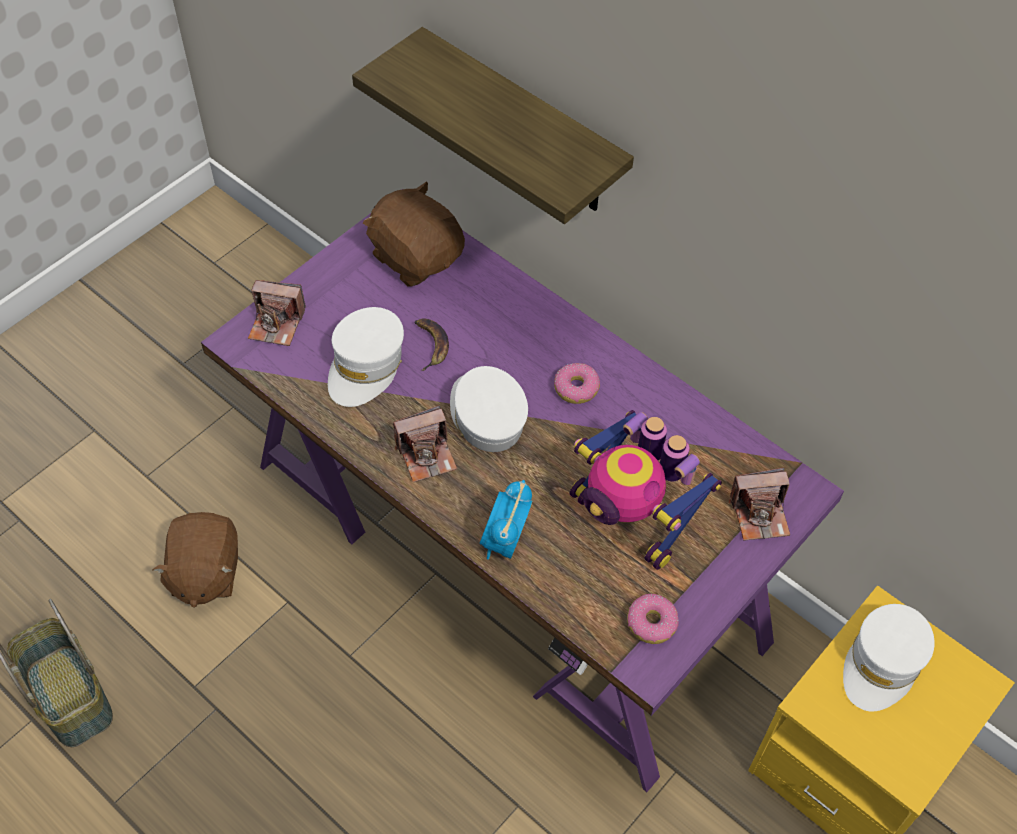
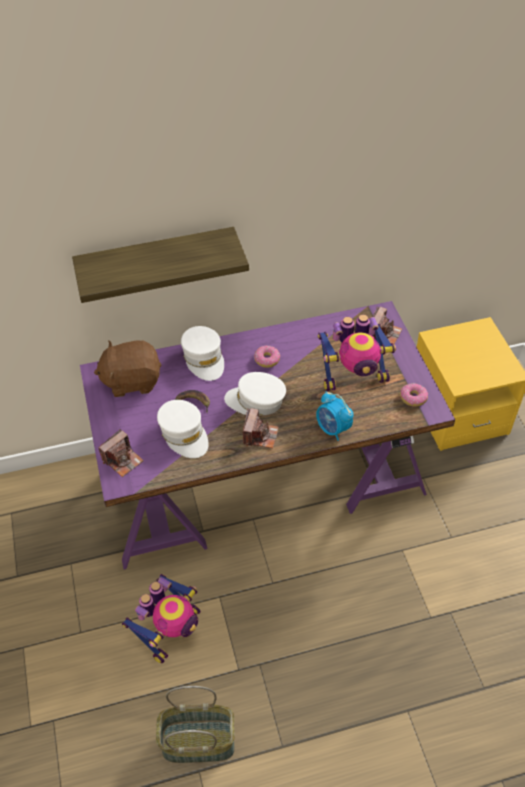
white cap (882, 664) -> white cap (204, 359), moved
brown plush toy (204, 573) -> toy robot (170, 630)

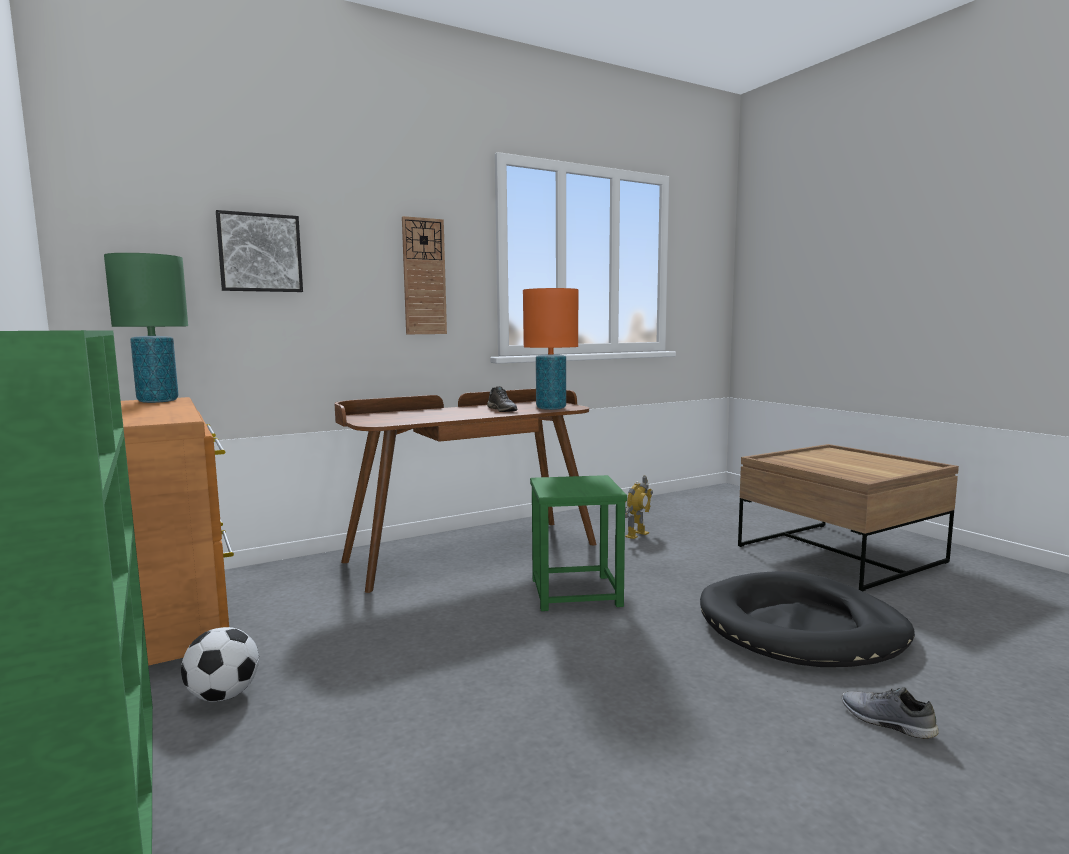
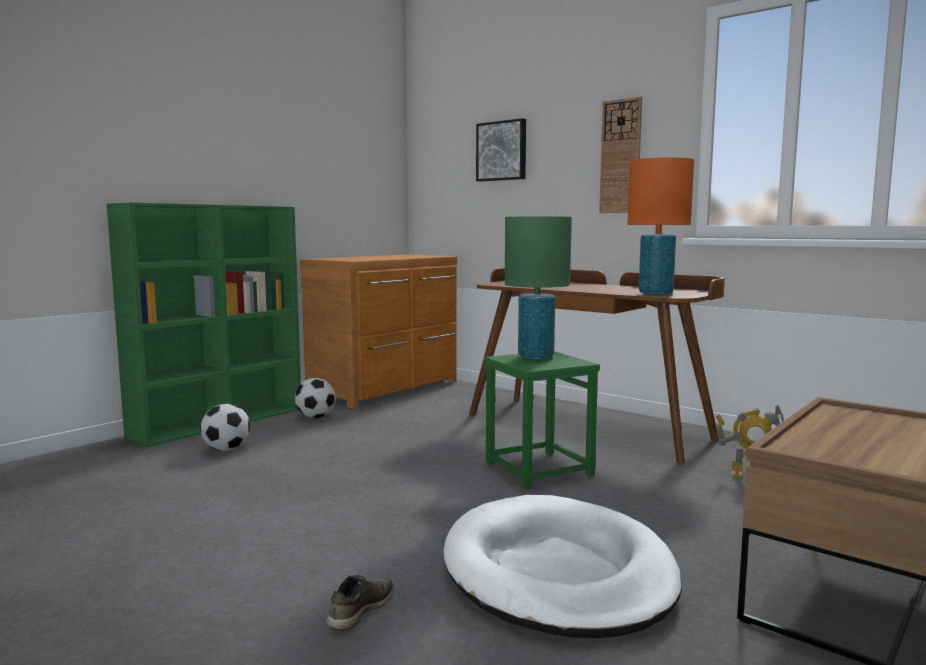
grey shoe (503, 410) -> none
none -> football (226, 449)
green table lamp (158, 401) -> green table lamp (535, 357), moved
black dog bed (801, 627) -> white dog bed (558, 572)

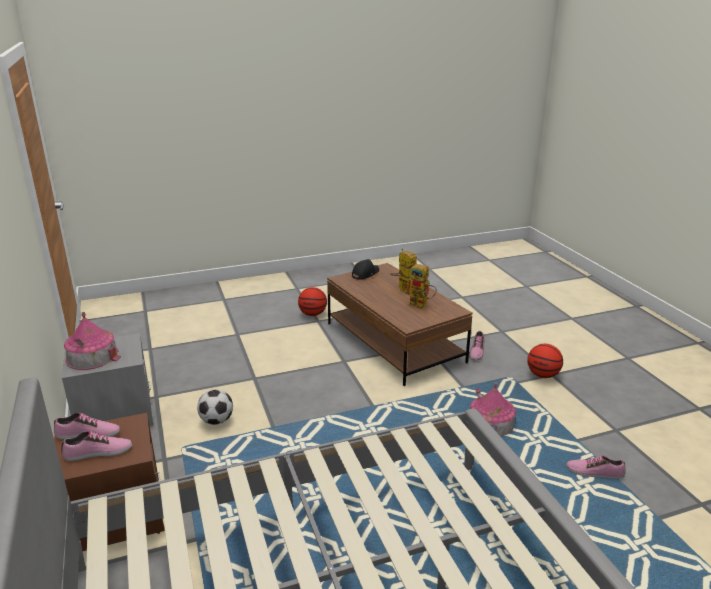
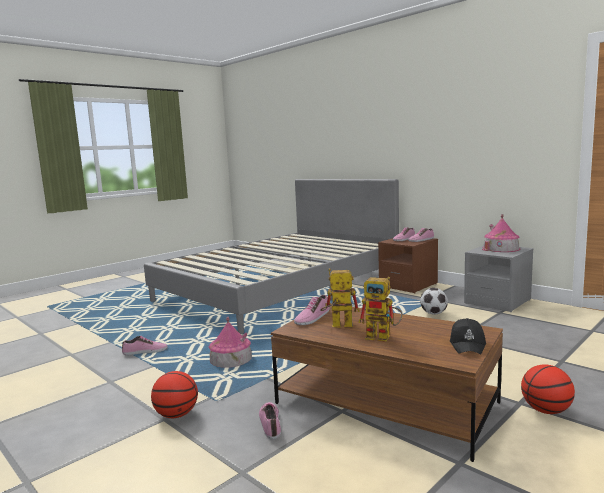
none -> shoe (312, 317)

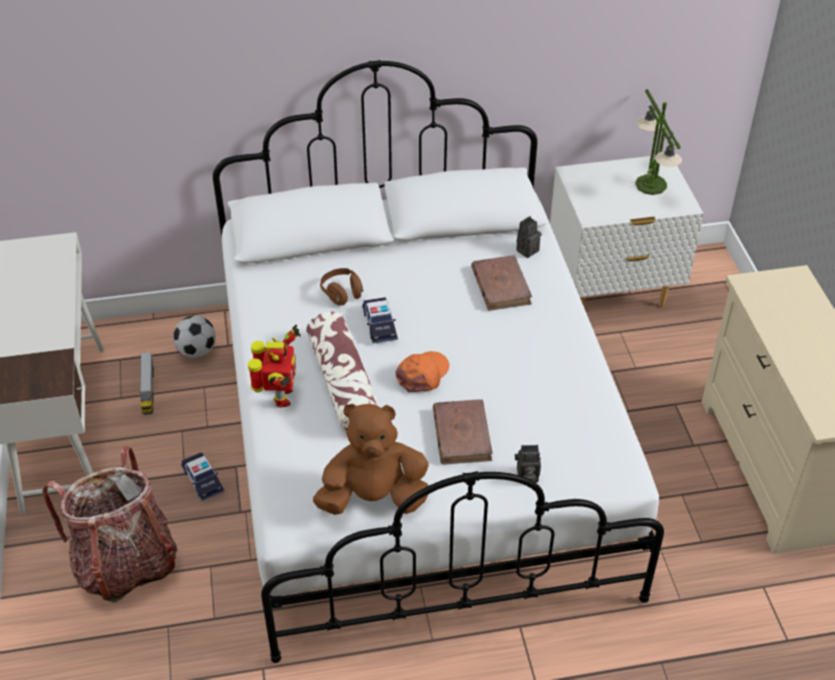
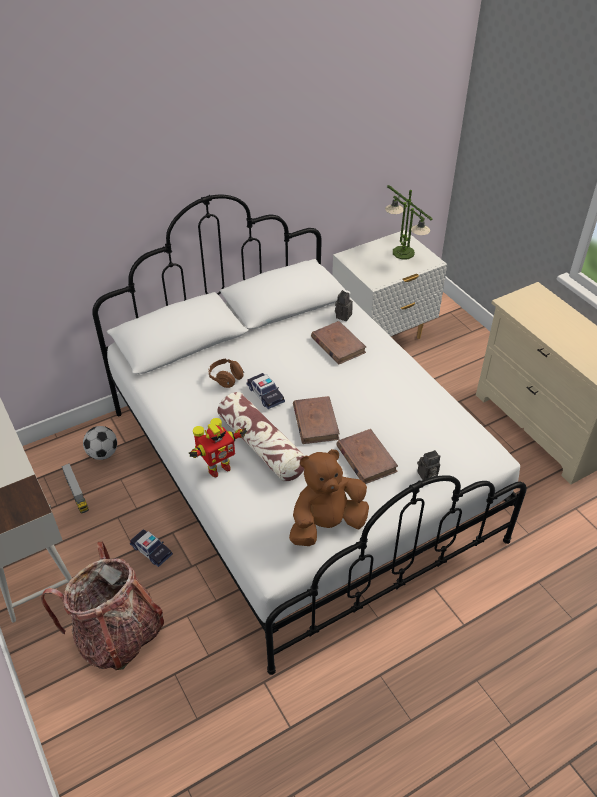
orange cap (423, 374) -> brown book (315, 422)
toy robot (280, 397) -> toy robot (218, 468), 75 degrees clockwise

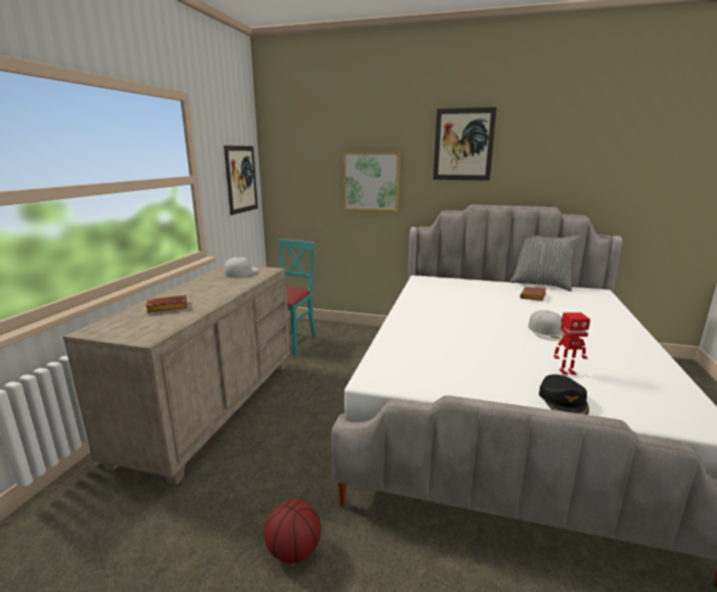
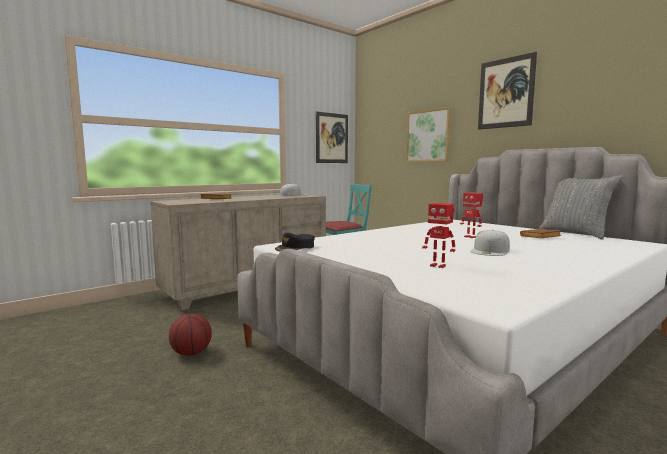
none -> toy robot (470, 237)
black cap (563, 401) -> black cap (295, 247), moved

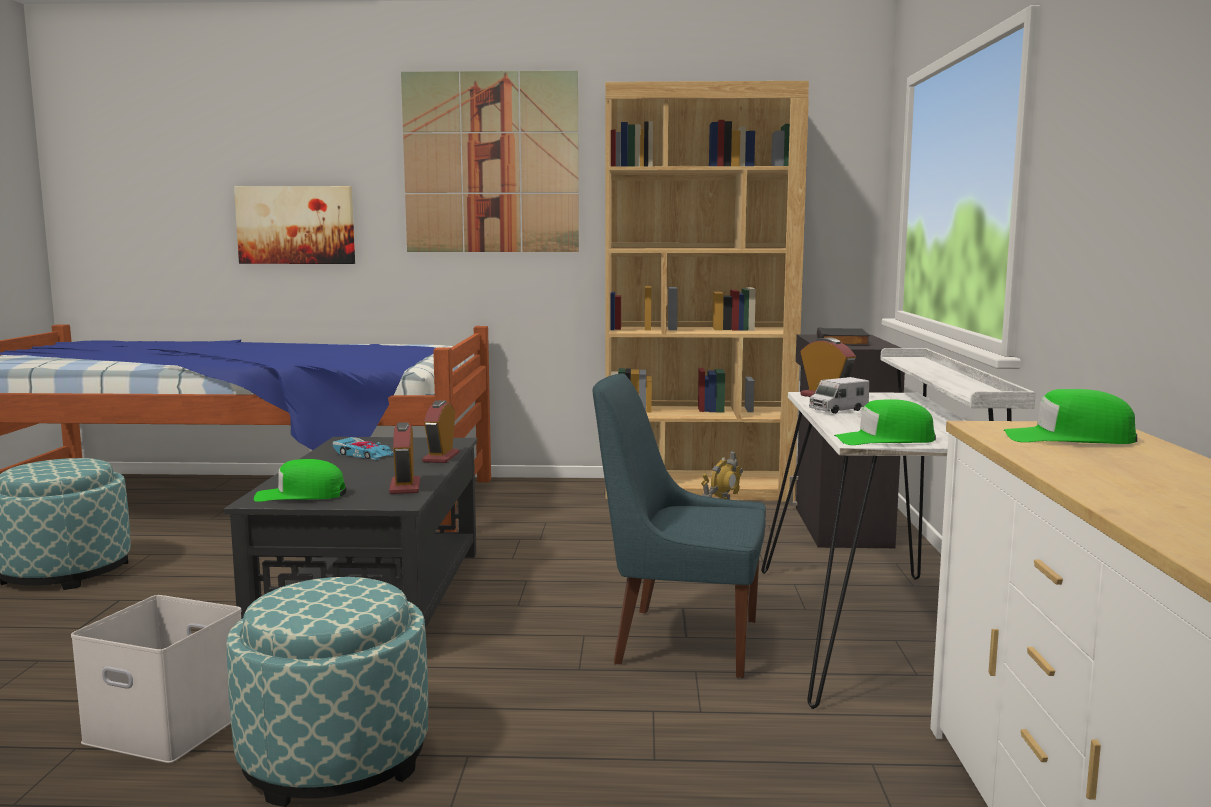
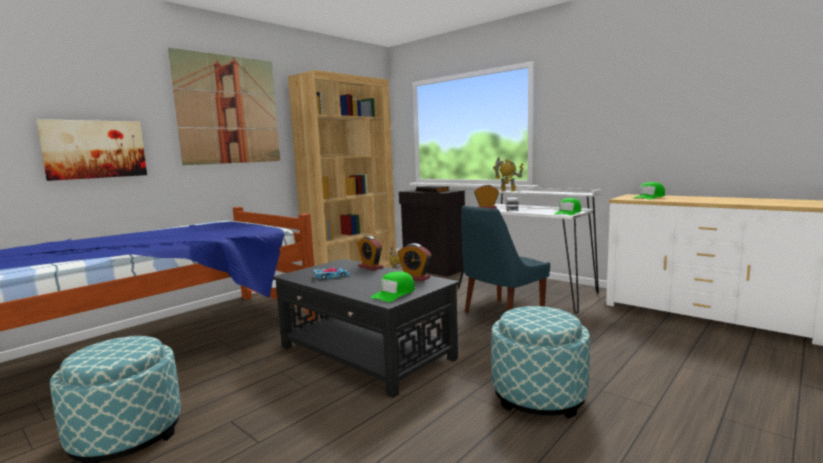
white storage box (171, 725) -> none
none -> toy robot (508, 190)

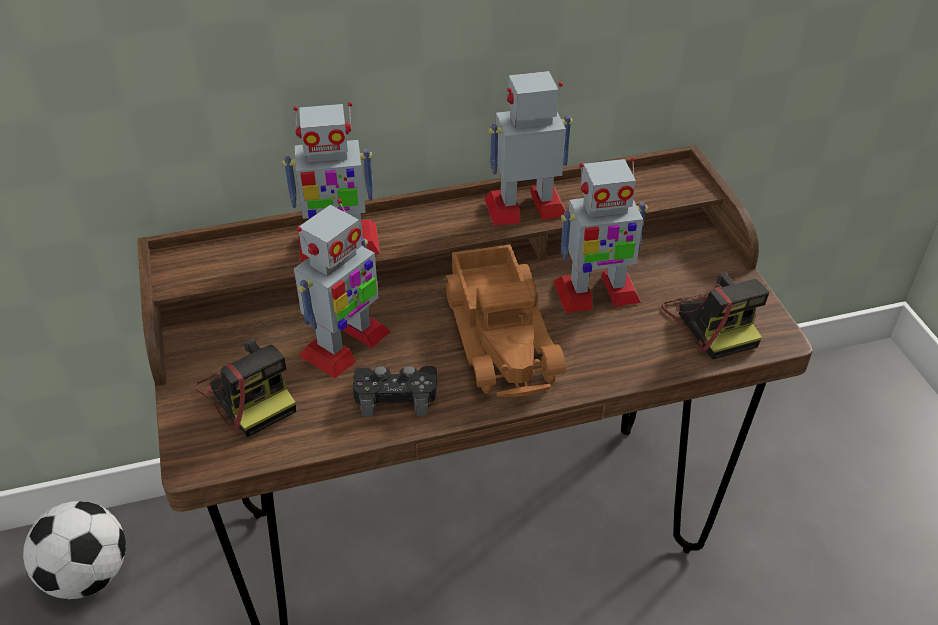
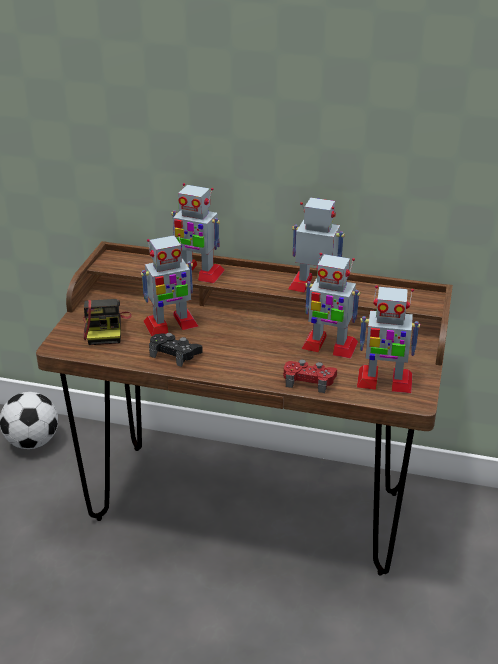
toy truck (503, 334) -> none
none -> red game controller (309, 380)
photo camera (711, 322) -> toy robot (384, 381)

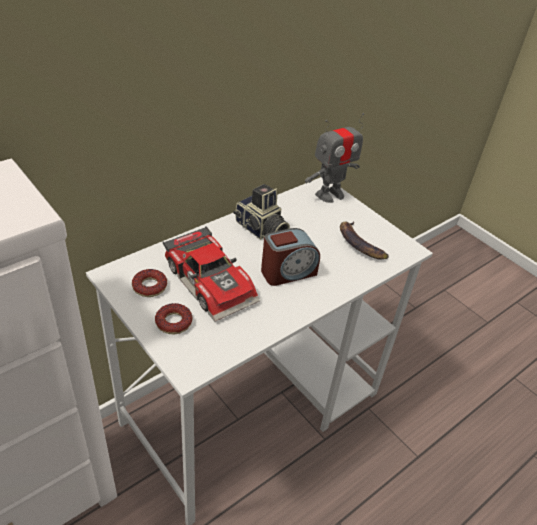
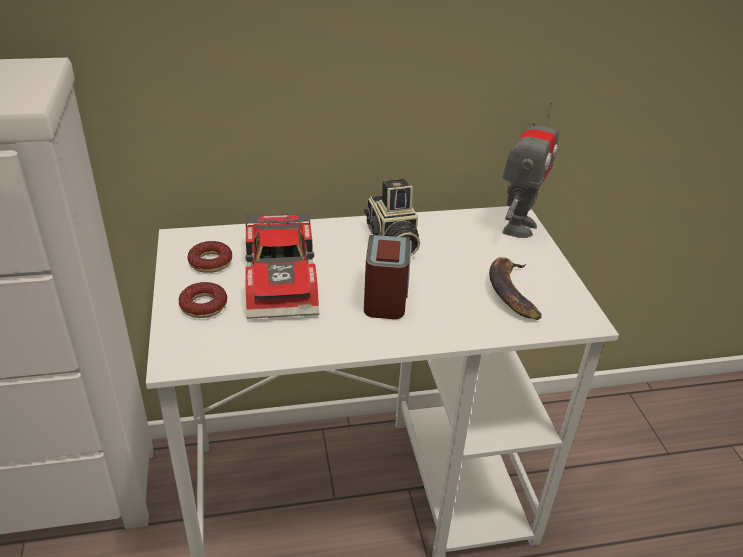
alarm clock (288, 272) -> alarm clock (386, 295), 90 degrees counterclockwise
toy robot (330, 194) -> toy robot (518, 227), 60 degrees counterclockwise

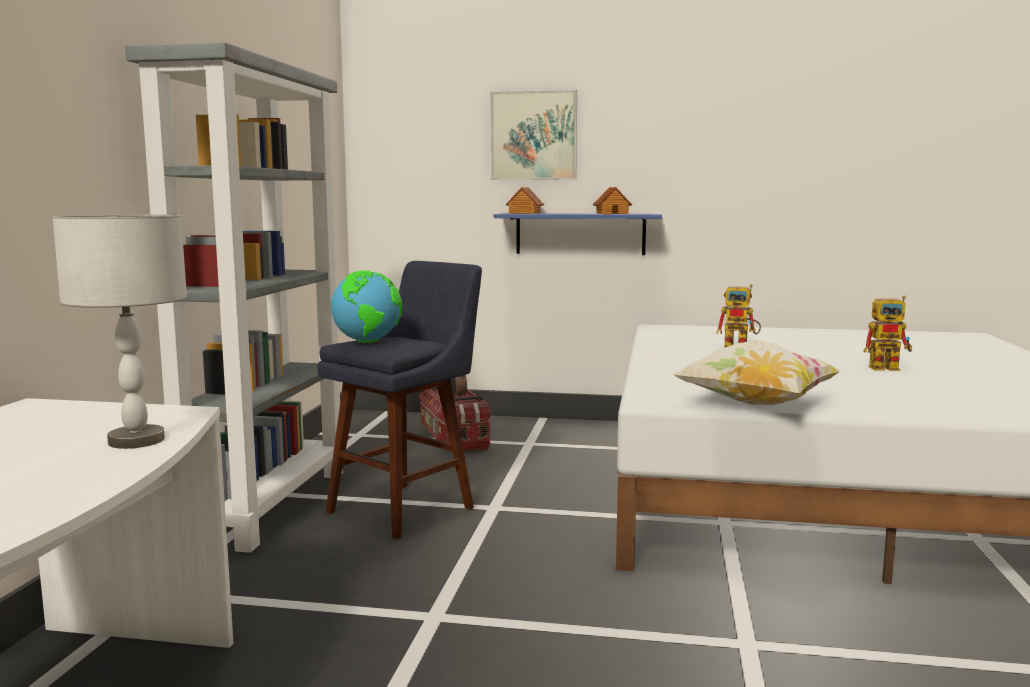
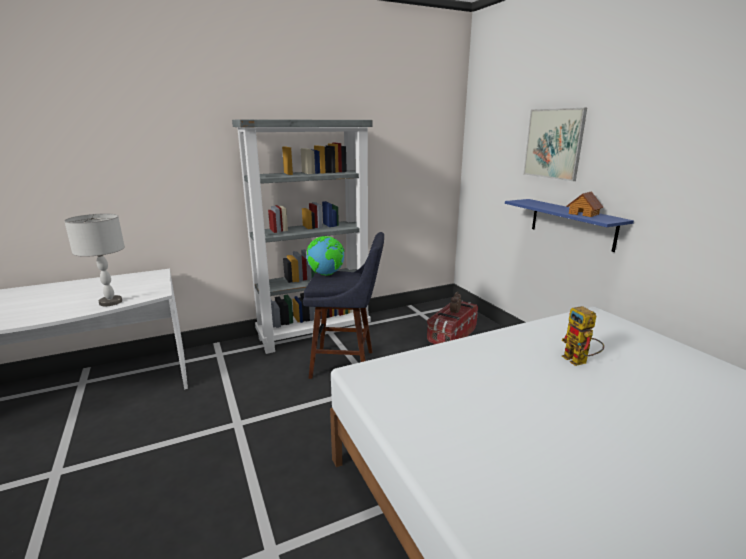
toy house (524, 213) -> none
pillow (756, 404) -> none
toy robot (889, 368) -> none

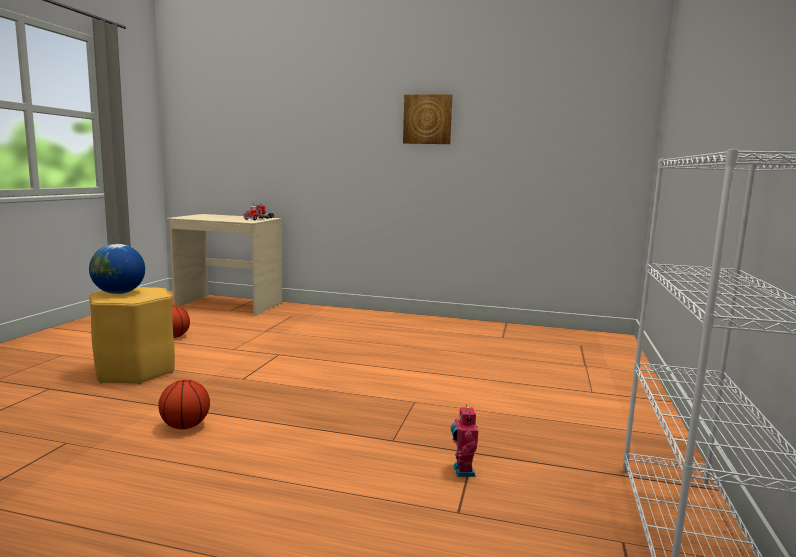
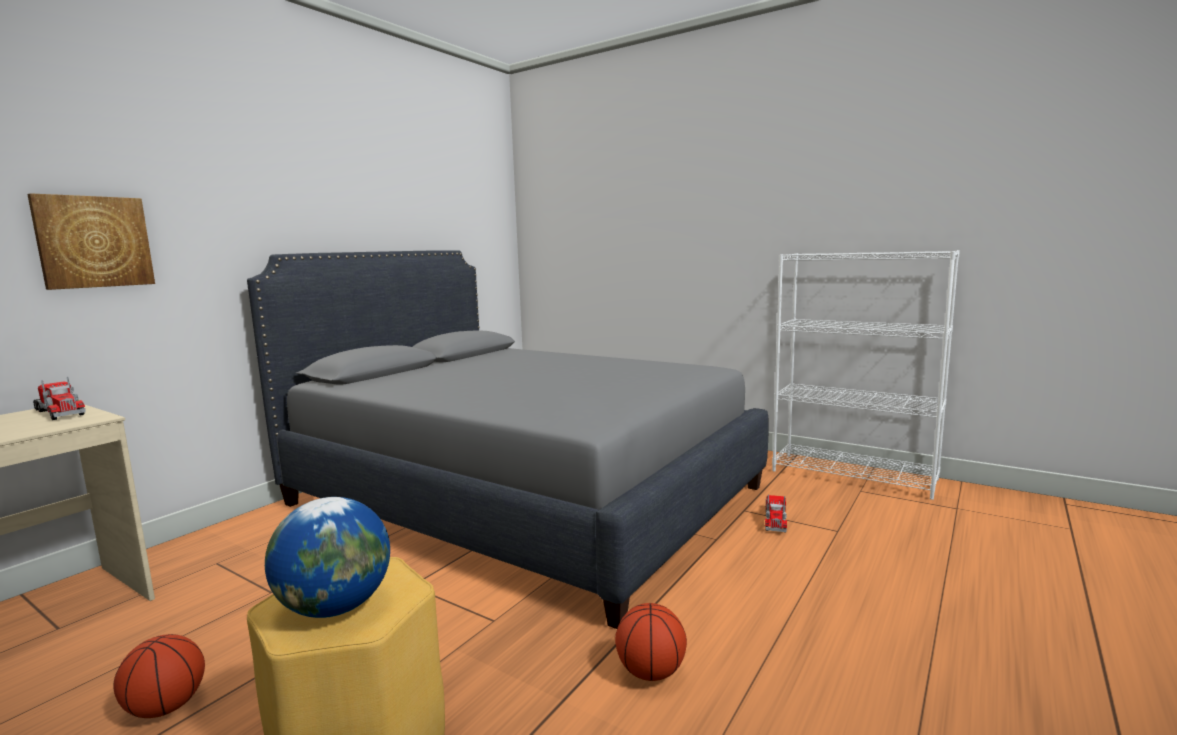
none -> grey bed (522, 495)
picture (427, 119) -> picture (94, 242), moved
toy robot (462, 471) -> toy truck (775, 519)

